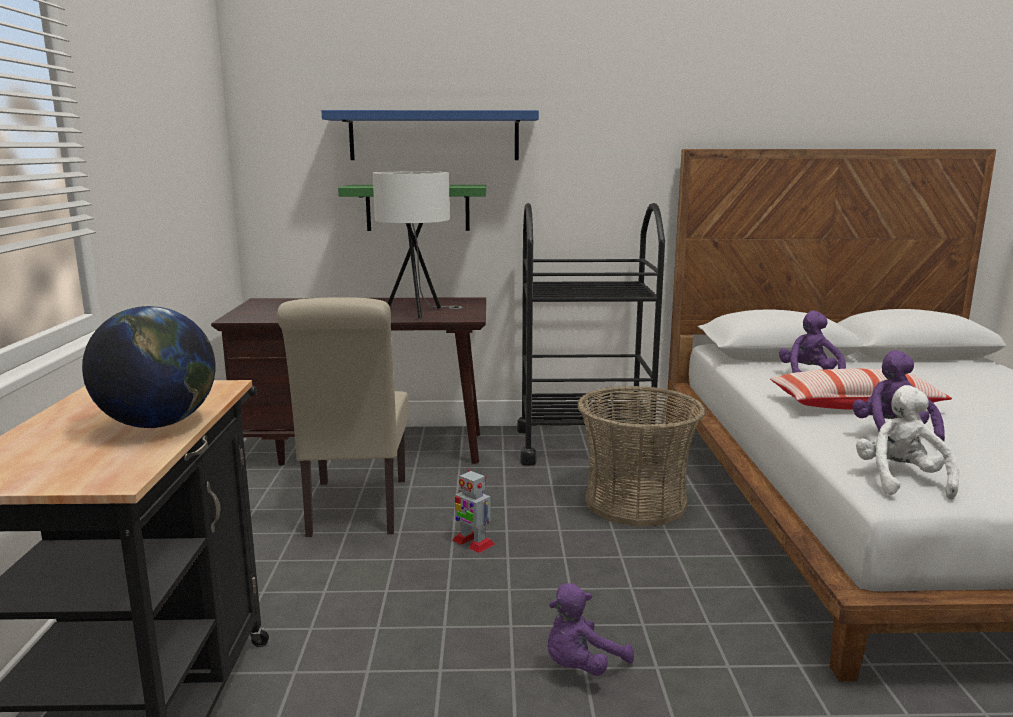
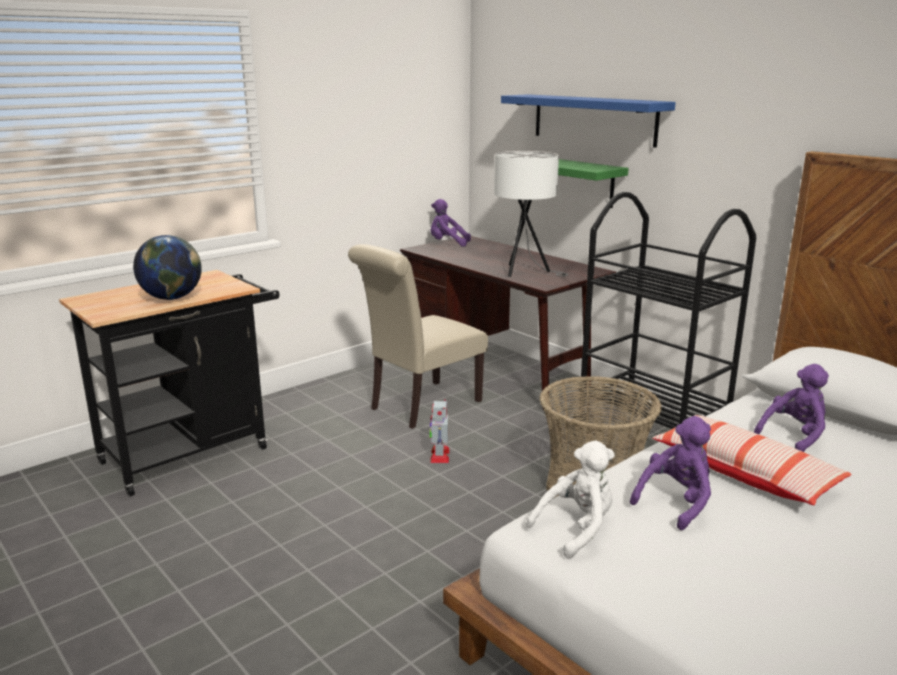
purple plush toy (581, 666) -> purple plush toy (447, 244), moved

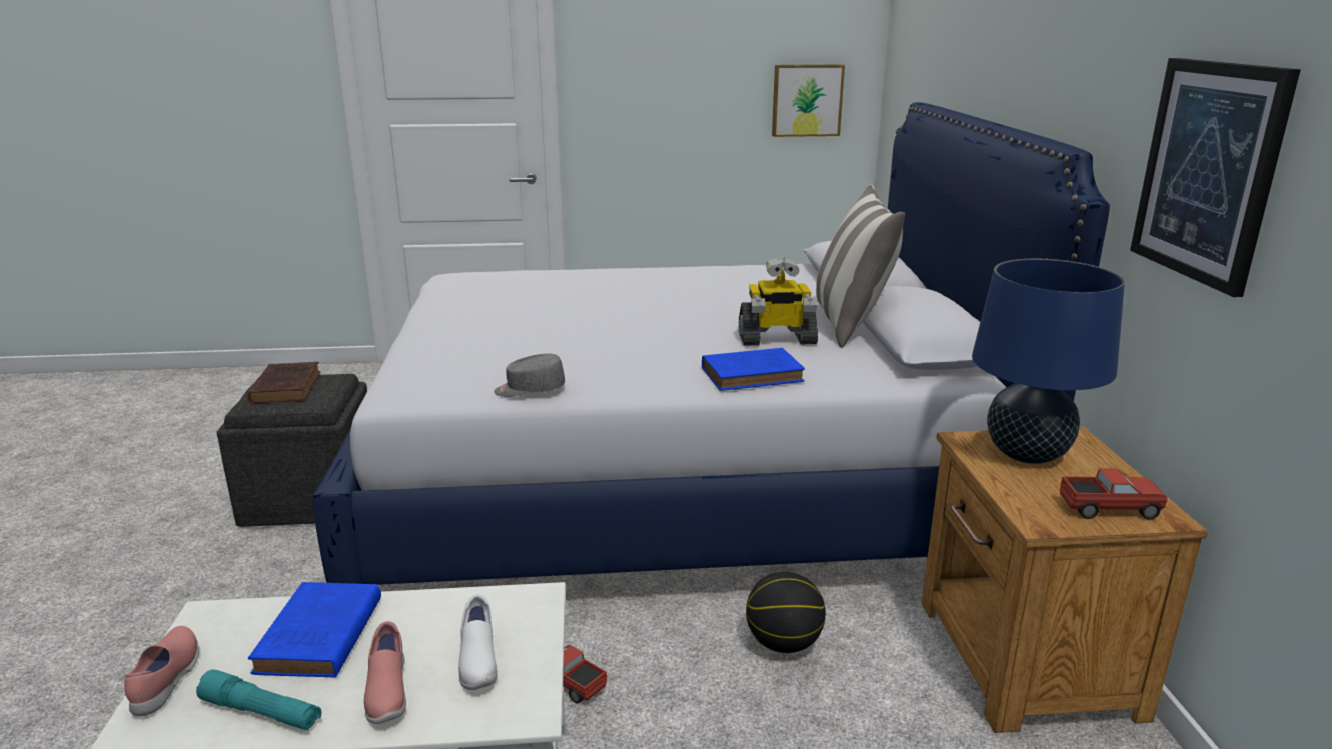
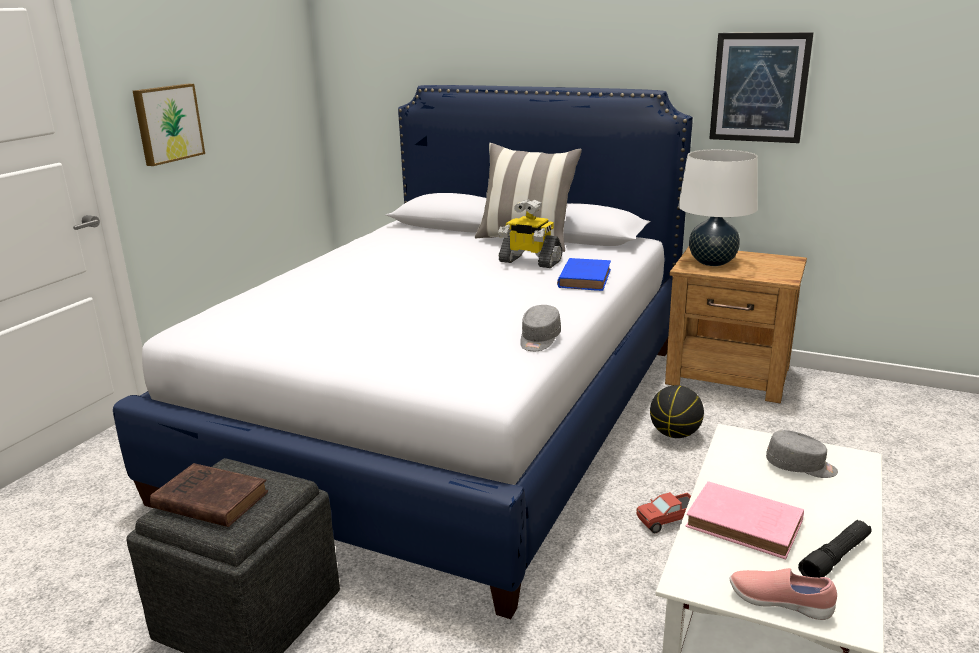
pink shoe (386, 693) -> none
toy truck (1108, 510) -> none
picture (806, 100) -> picture (167, 123), moved
white shoe (478, 662) -> grey cap (801, 467)
turquoise flashlight (261, 712) -> black flashlight (835, 558)
blue book (318, 638) -> pink book (747, 525)
blue table lamp (1027, 454) -> white table lamp (712, 262)
toy robot (776, 339) -> toy robot (529, 261), 90 degrees clockwise

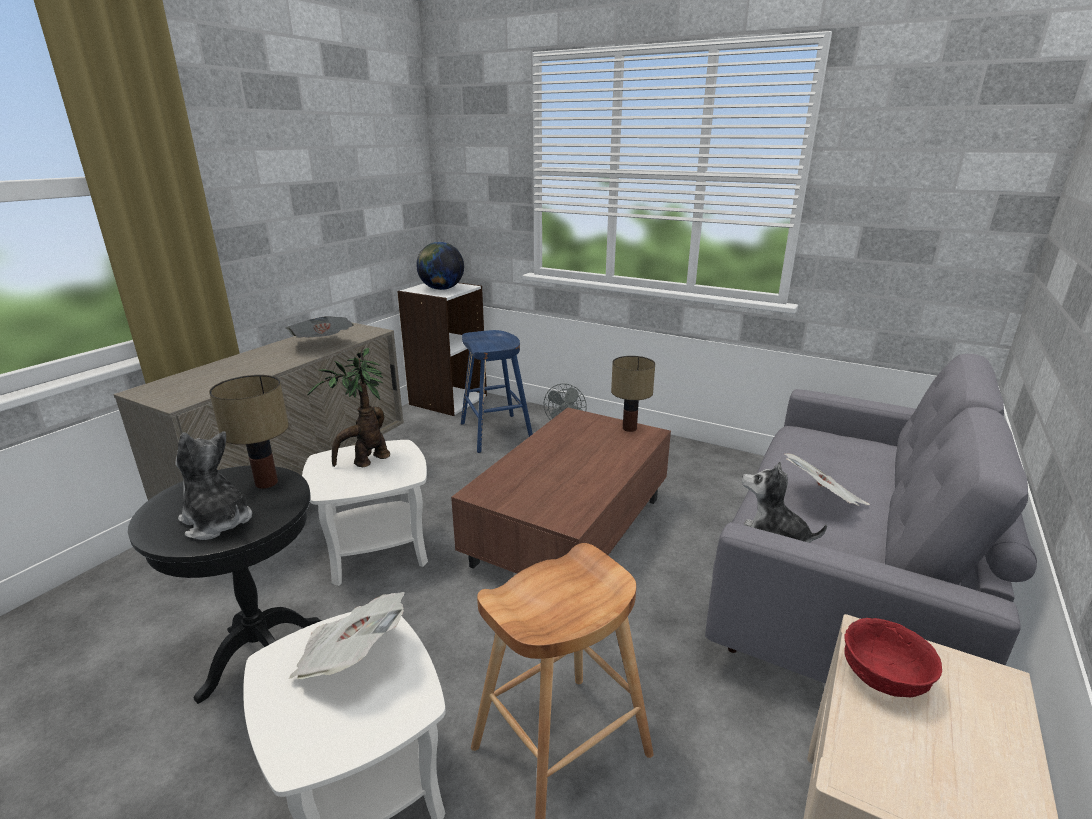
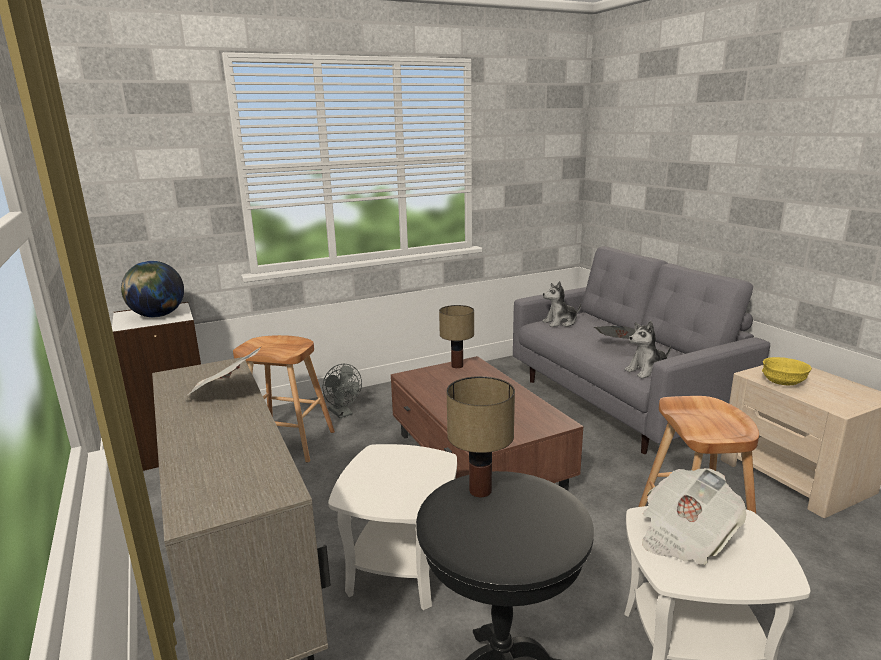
potted plant (366, 461) -> none
plush toy (217, 522) -> plush toy (560, 322), moved
blue stool (496, 433) -> brown stool (287, 442)
red bowl (881, 678) -> yellow bowl (782, 383)

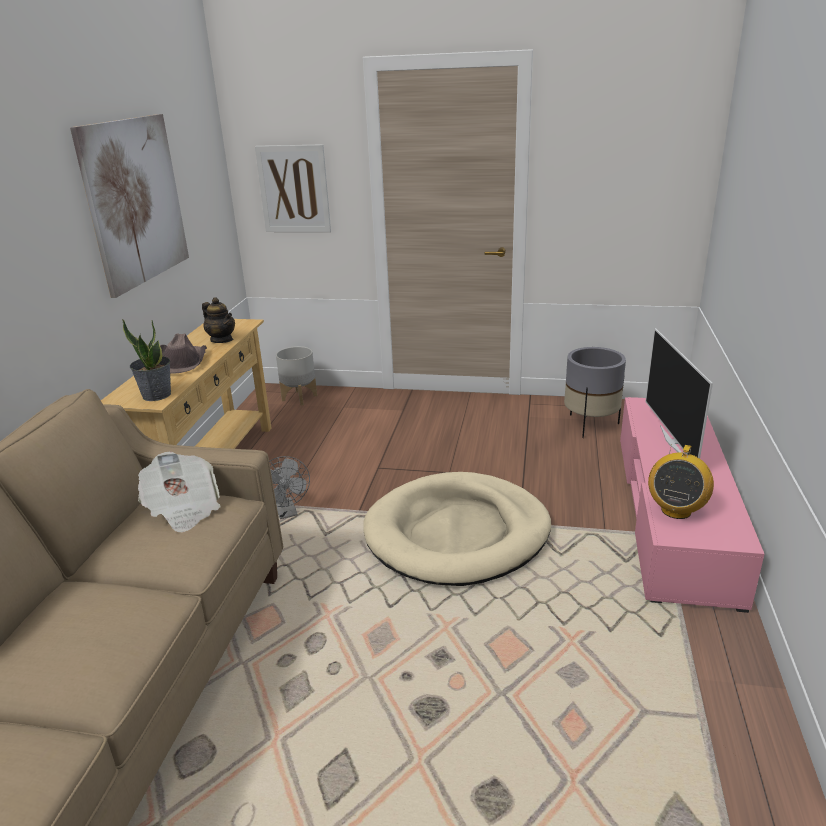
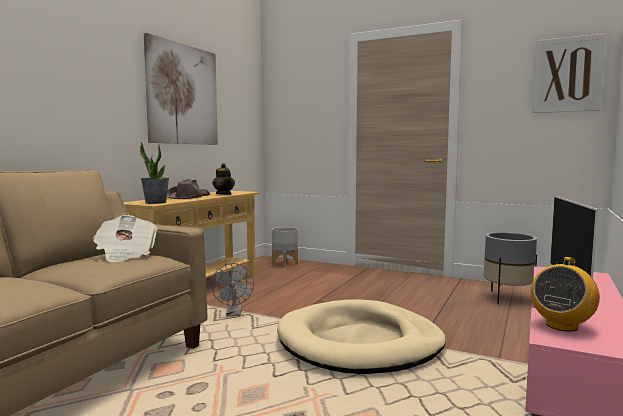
picture (294, 189) -> picture (567, 75), moved

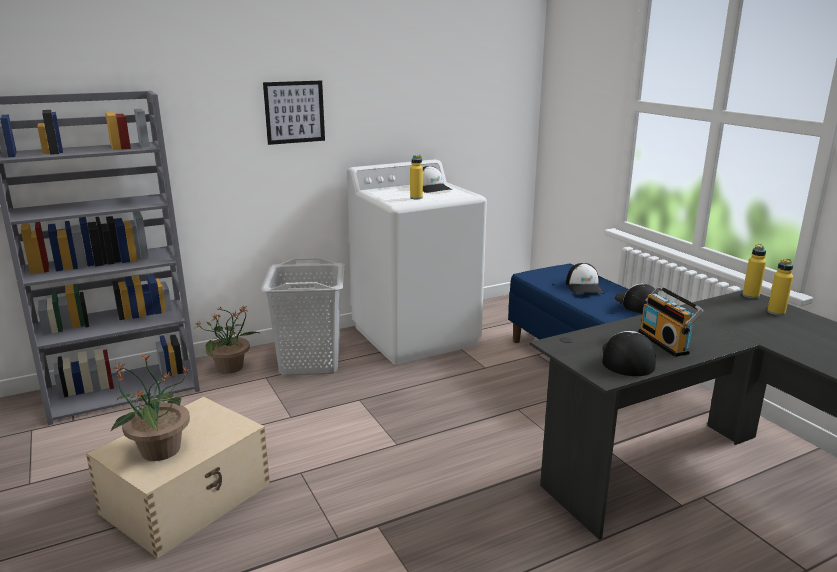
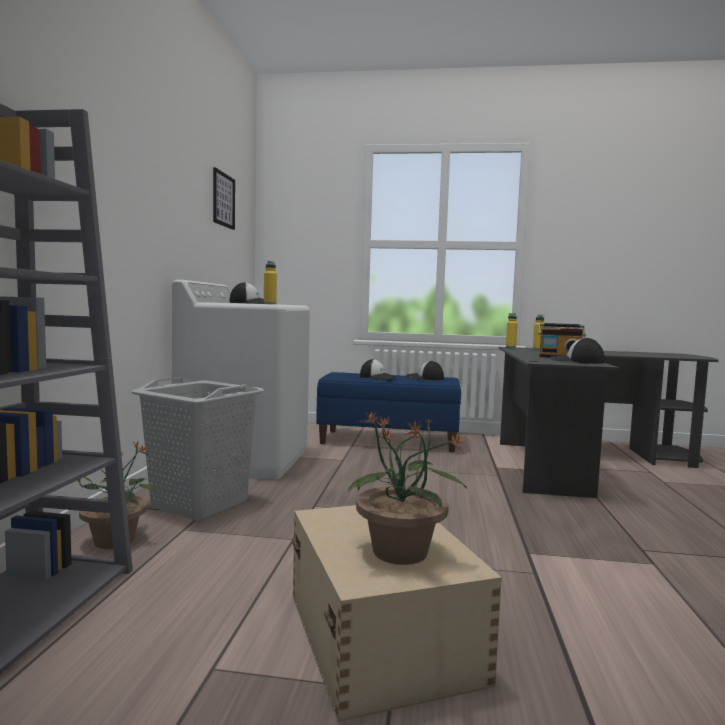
picture (294, 112) -> picture (223, 200), moved

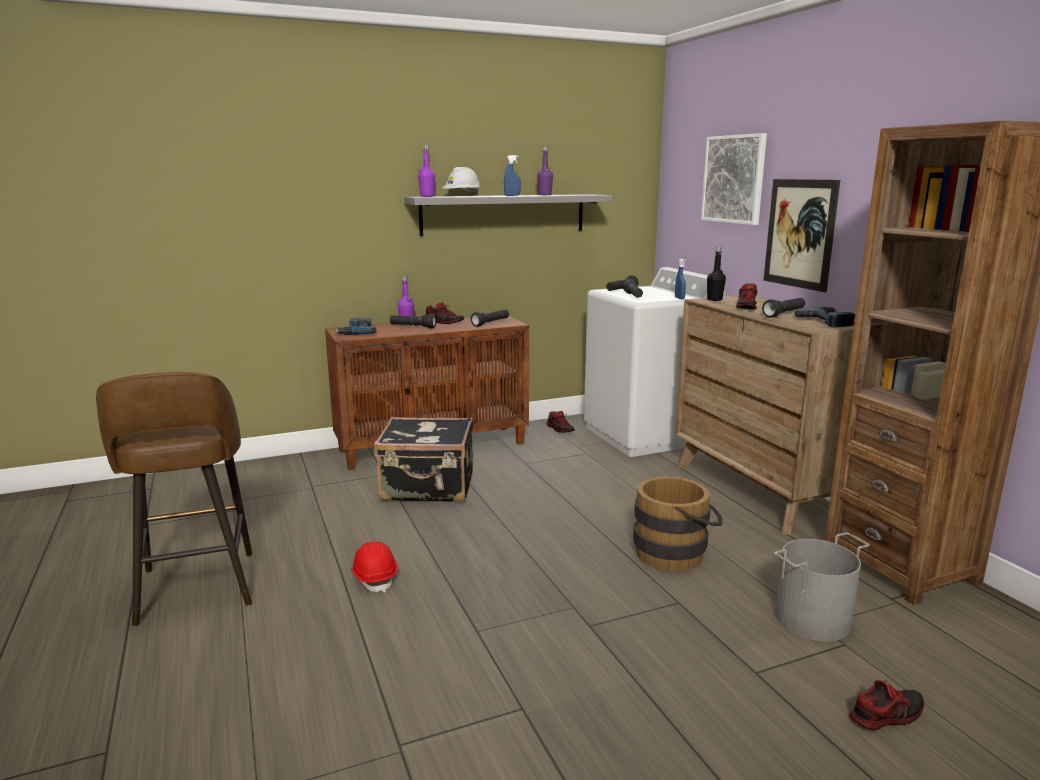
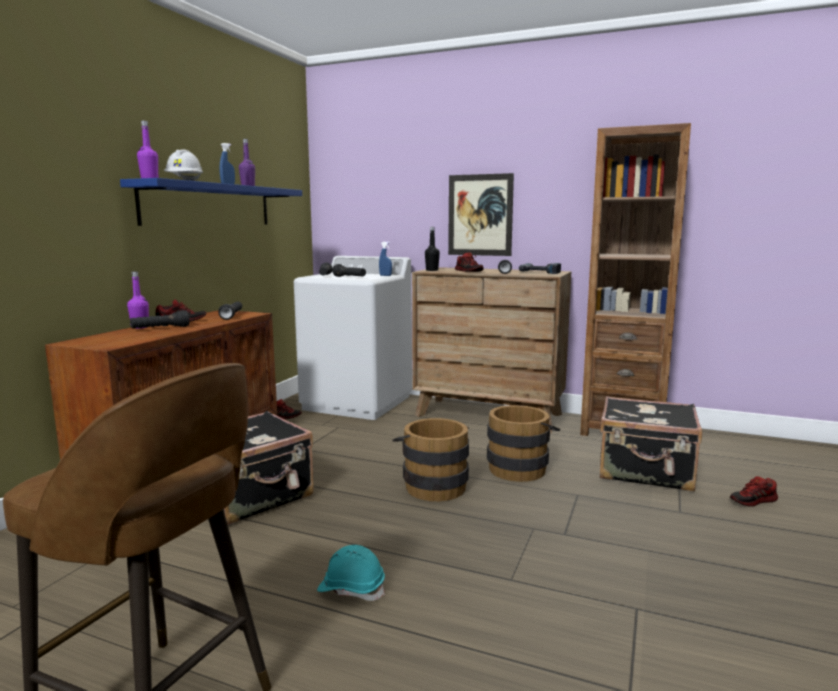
power drill (356, 332) -> none
picture (734, 179) -> none
none -> brown bucket (432, 485)
grey bucket (813, 620) -> black suitcase (646, 472)
red hard hat (374, 578) -> turquoise hard hat (351, 589)
grey shelf (504, 214) -> blue shelf (209, 205)
shoe (886, 715) -> shoe (753, 501), 135 degrees counterclockwise

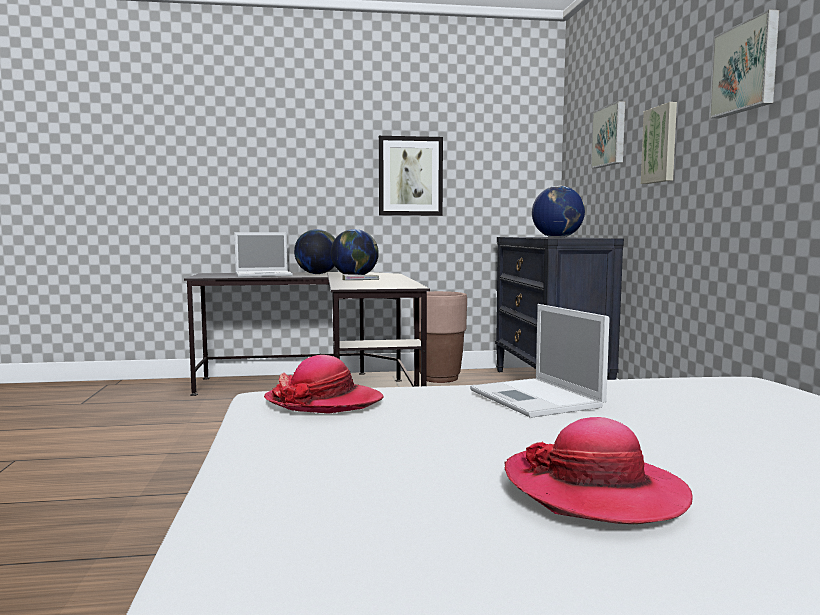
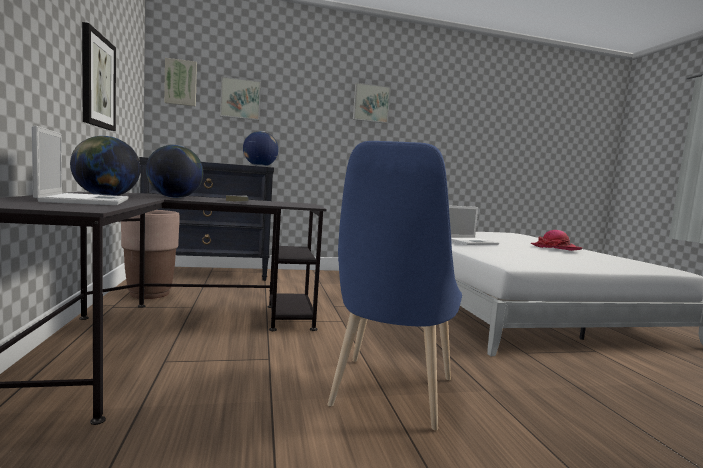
hat (324, 402) -> none
none -> blue chair (389, 396)
picture (661, 144) -> picture (181, 83), moved

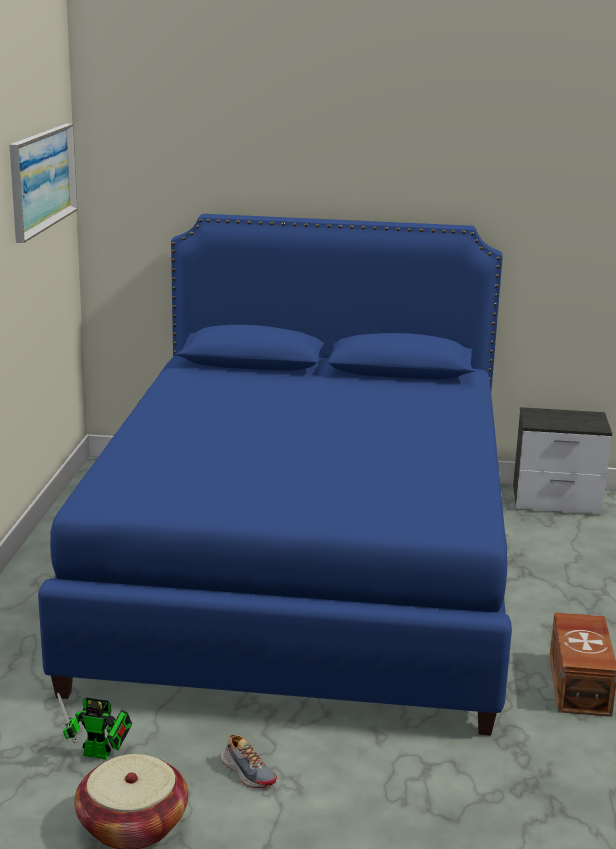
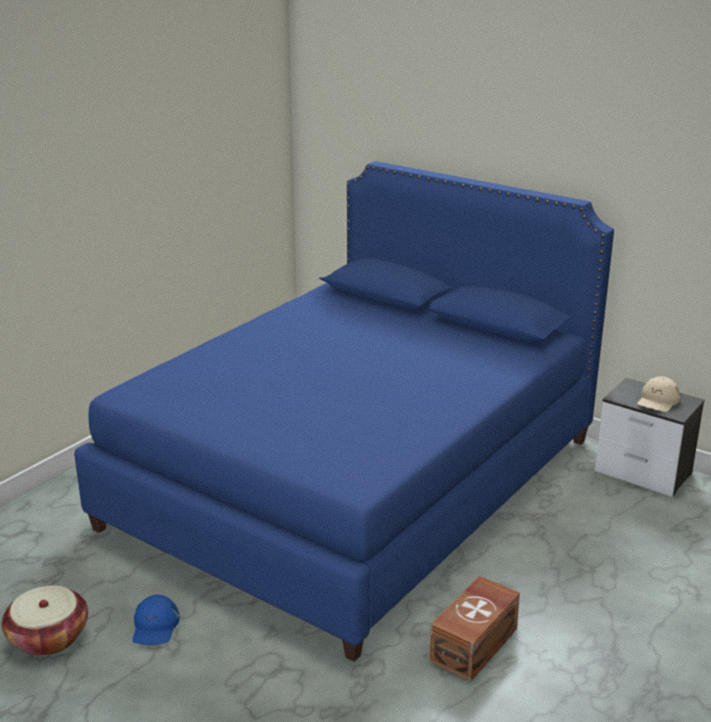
picture (42, 179) -> none
toy robot (101, 754) -> none
none -> beige cap (658, 400)
shoe (248, 772) -> blue cap (155, 626)

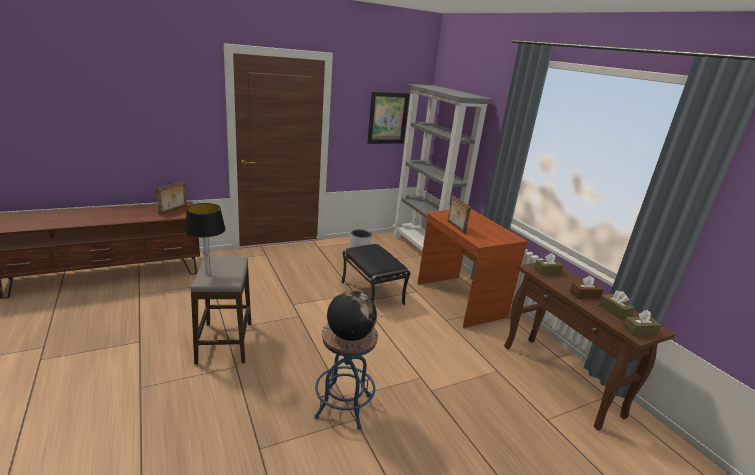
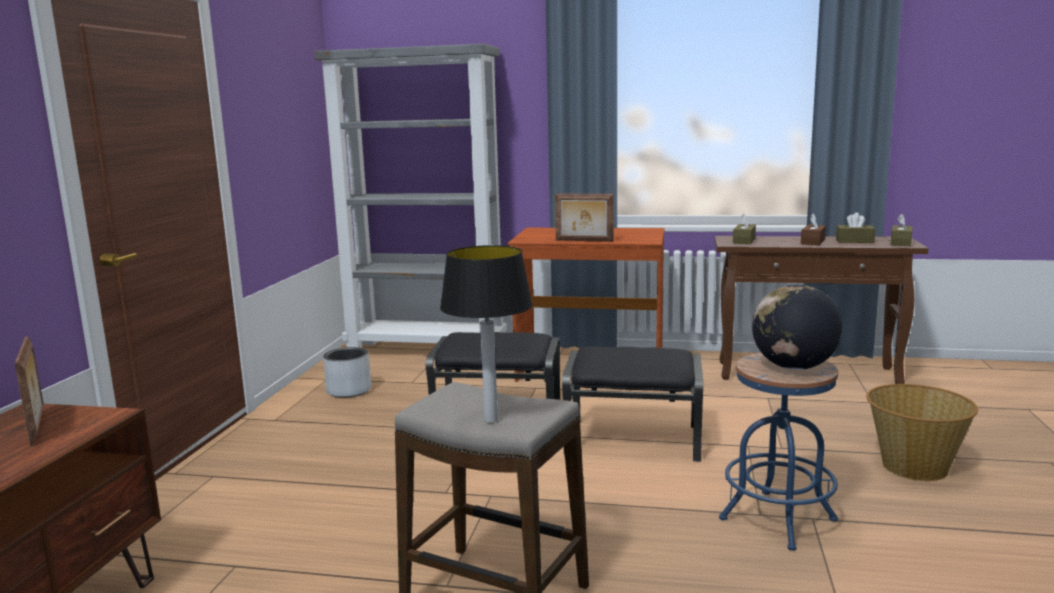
picture (388, 118) -> none
none -> black ottoman (634, 440)
none -> basket (914, 466)

